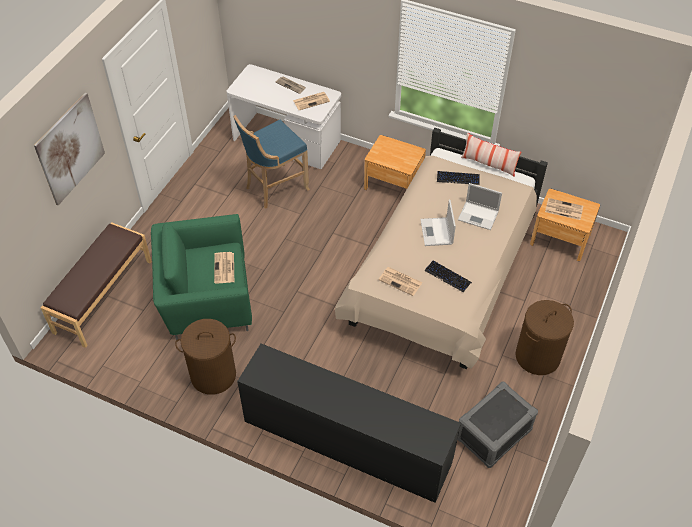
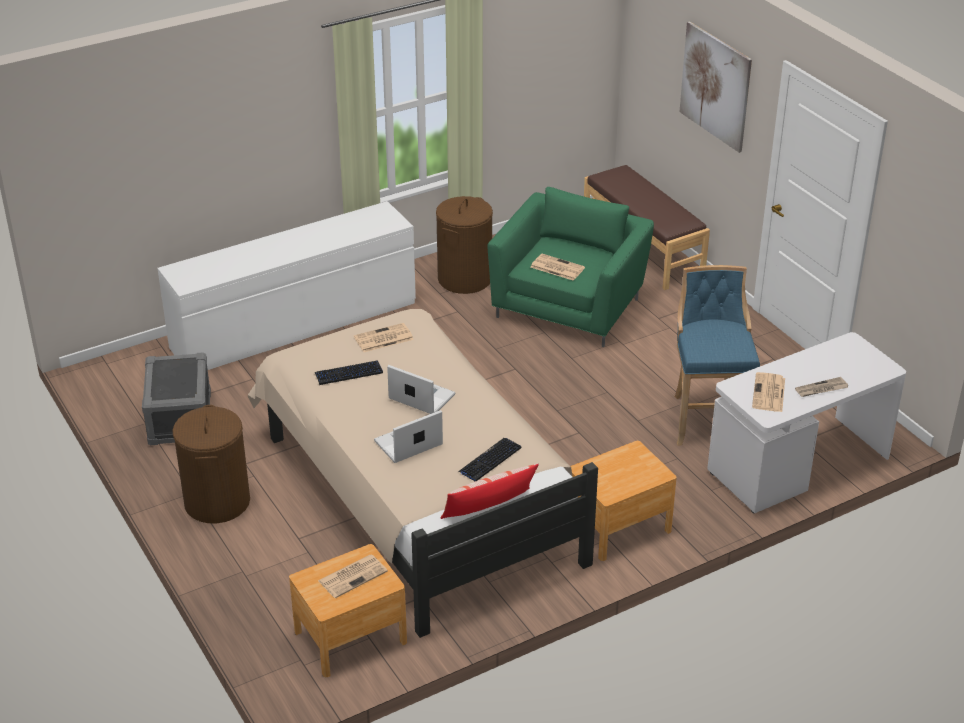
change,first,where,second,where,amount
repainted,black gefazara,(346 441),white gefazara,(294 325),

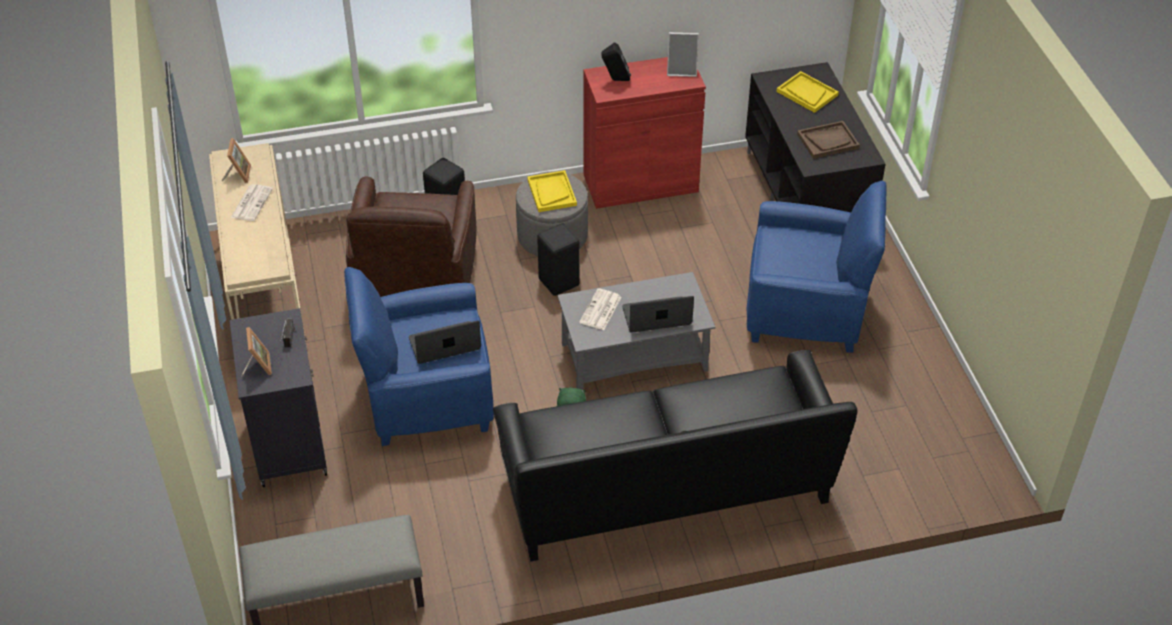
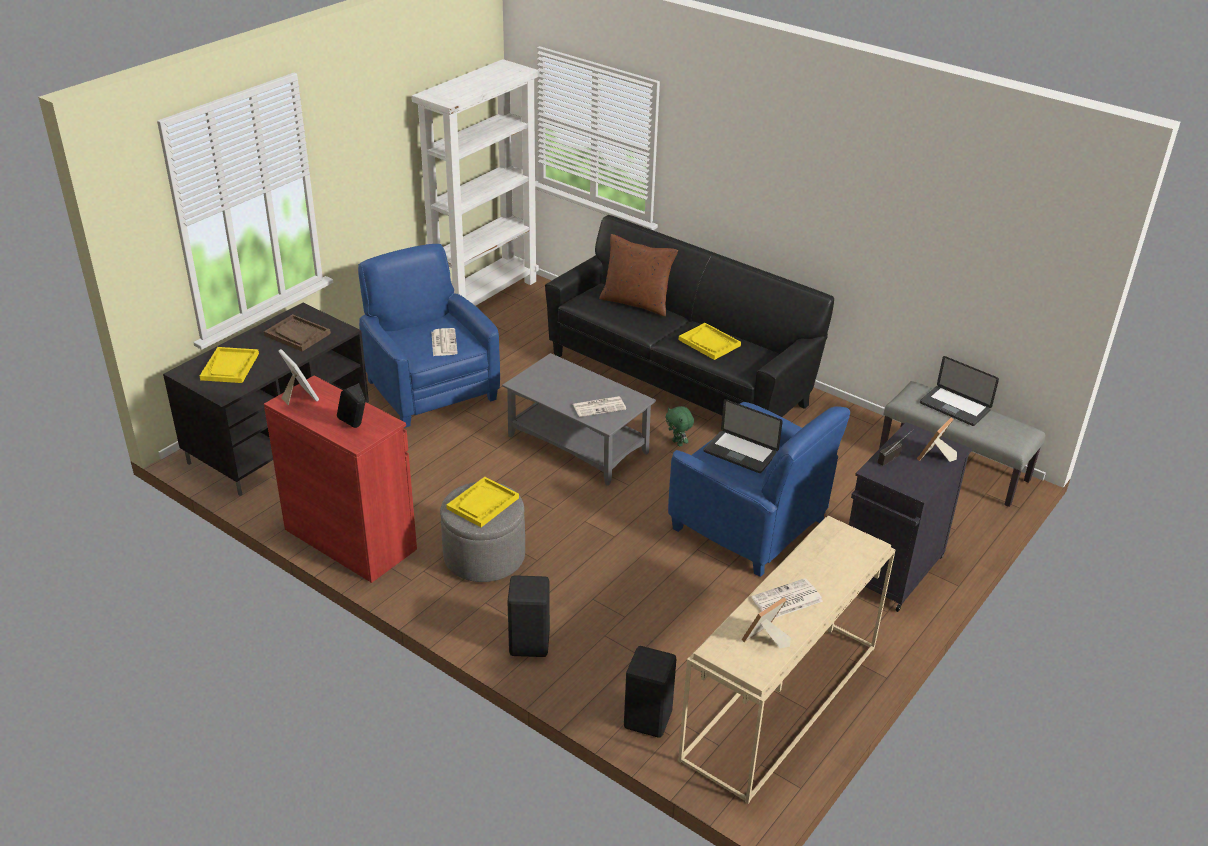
change,first,where,second,where,amount
gone,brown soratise,(416 280),,,
new,,,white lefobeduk,(485 296),
new,,,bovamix,(443 342),
new,,,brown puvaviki,(636 302),
new,,,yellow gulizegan,(709 343),
shifted,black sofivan,(560 282),,(647 718),
shifted,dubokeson,(656 316),,(954 407),

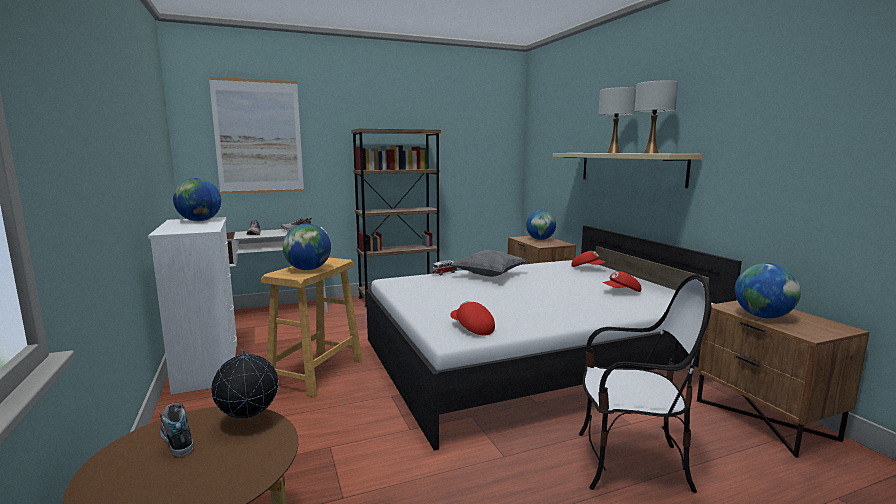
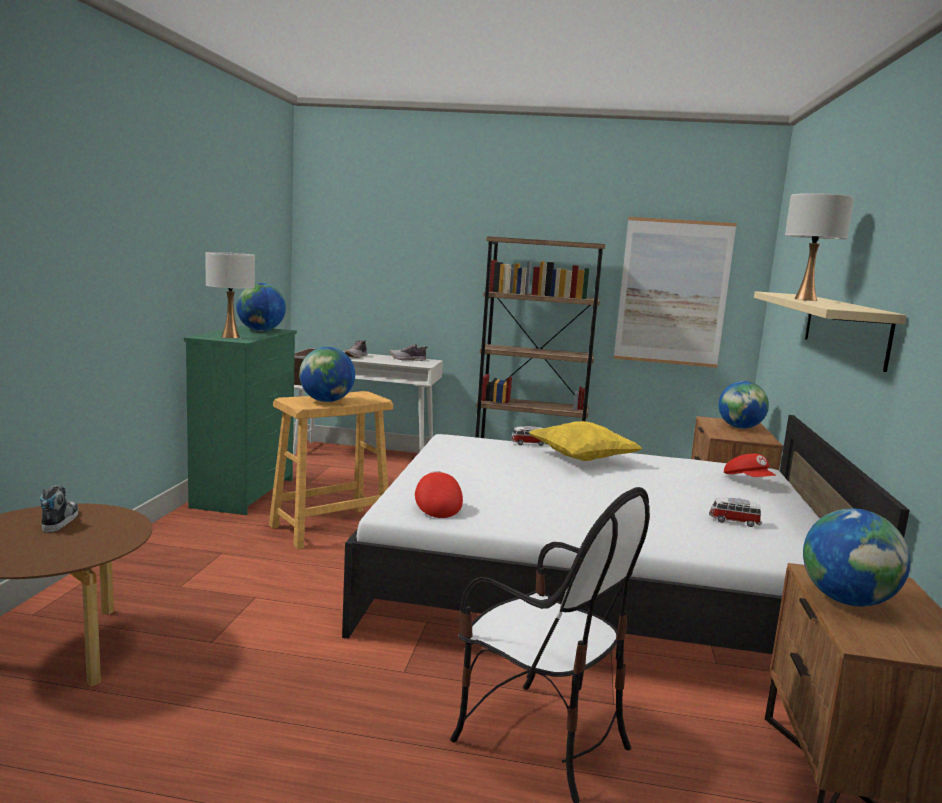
change,first,where,second,where,amount
gone,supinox,(249 421),,,
shifted,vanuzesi,(258 137),,(673 292),
shifted,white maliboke,(651 153),,(230 337),
swapped,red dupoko,(622 292),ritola,(733 521),
repainted,white gefazara,(208 366),green gefazara,(245 493),
repainted,grey puvaviki,(488 275),yellow puvaviki,(582 459),

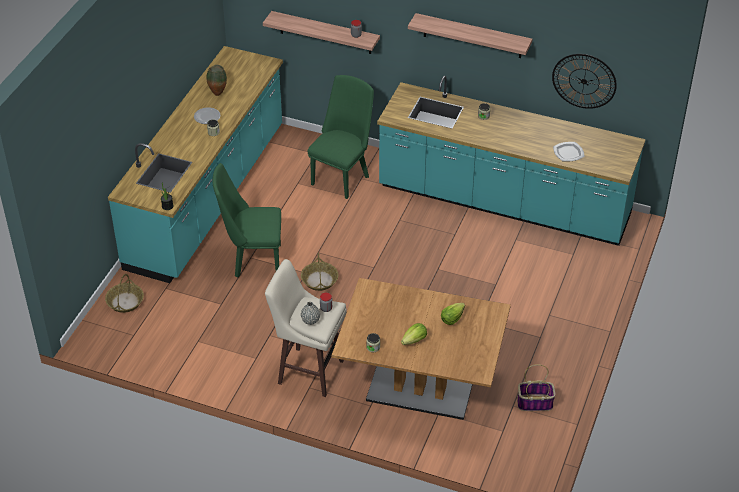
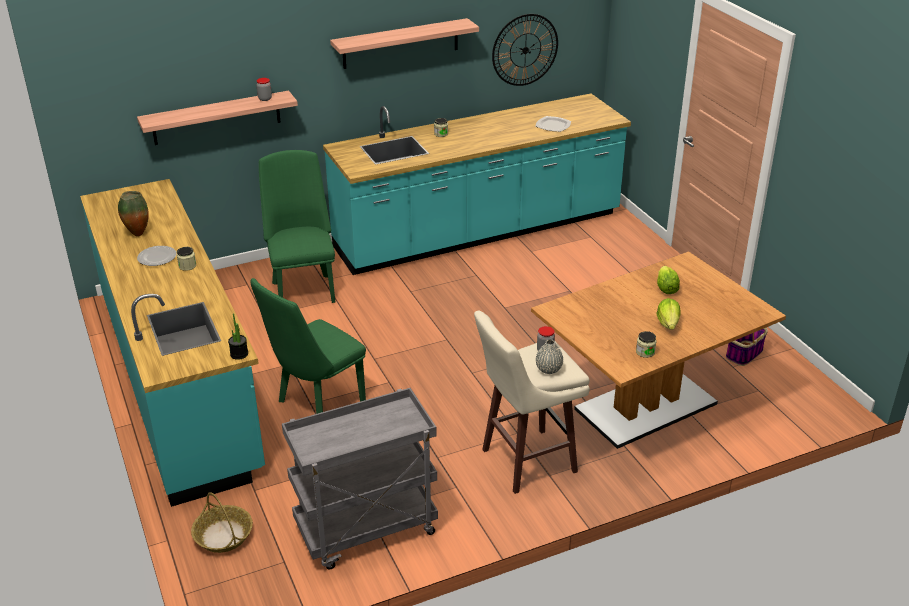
change,first,where,second,where,amount
gone,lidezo,(319 280),,,
new,,,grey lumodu,(366 531),

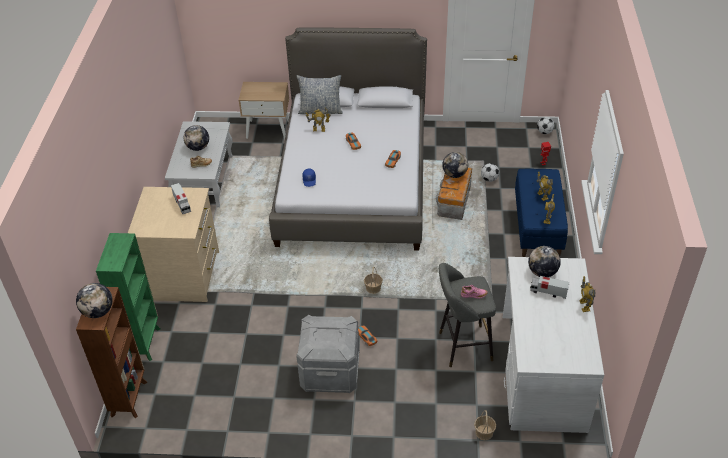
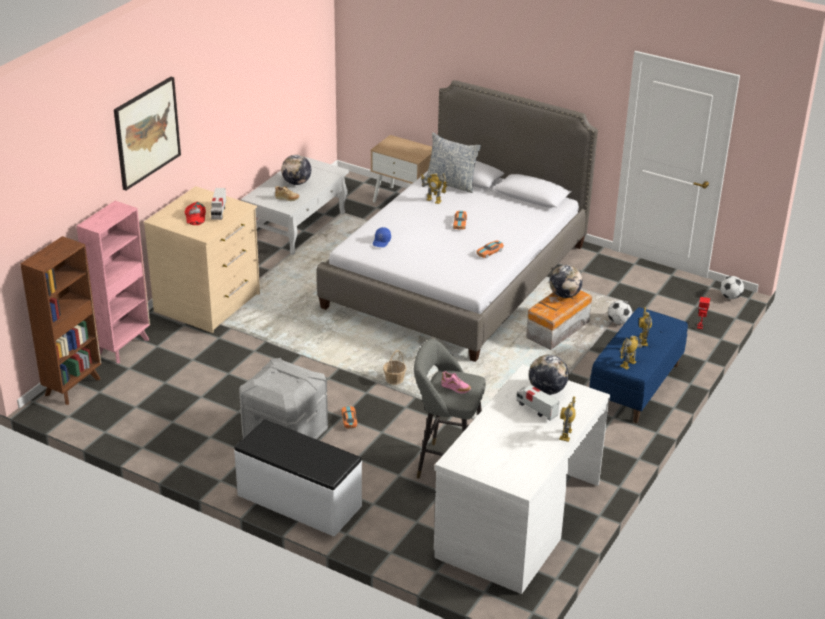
change,first,where,second,where,amount
gone,supinox,(98 312),,,
gone,lidezo,(484 432),,,
new,,,vanuzesi,(146 132),
new,,,red dupoko,(195 216),
new,,,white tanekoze,(299 501),
repainted,green lefobeduk,(144 342),pink lefobeduk,(124 346),

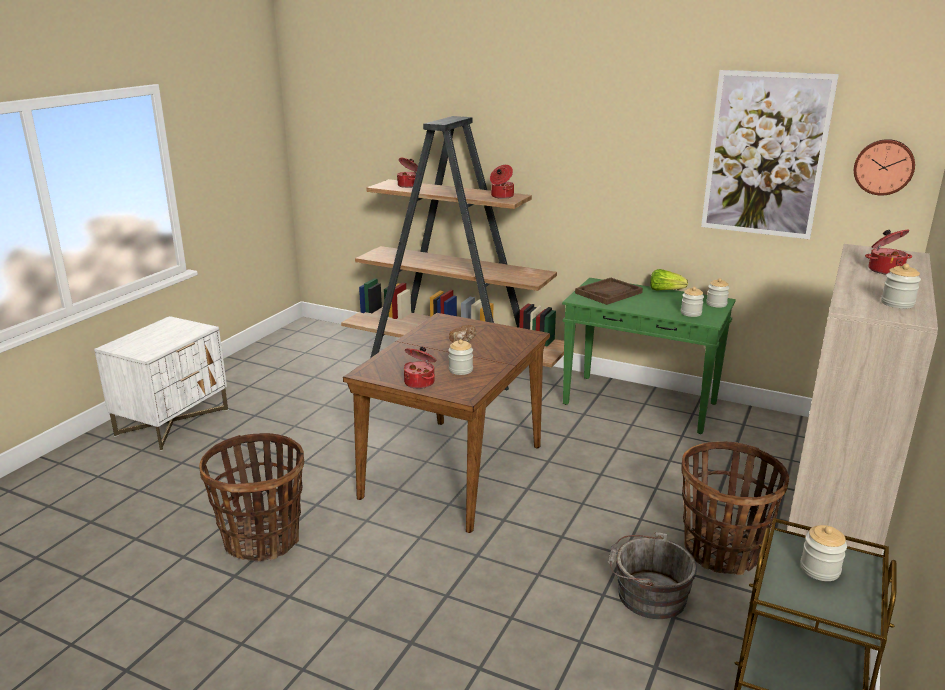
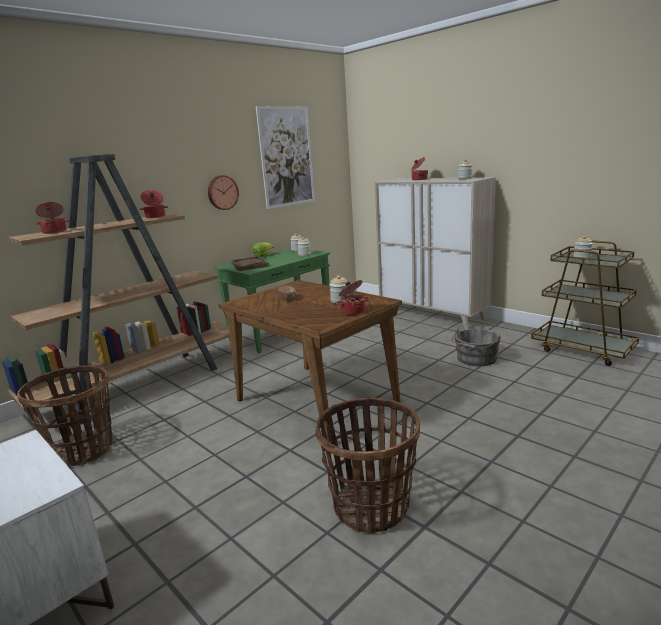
change,first,where,second,where,amount
shifted,lidezo,(722 551),,(82 450),
shifted,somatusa,(883 167),,(222 192),

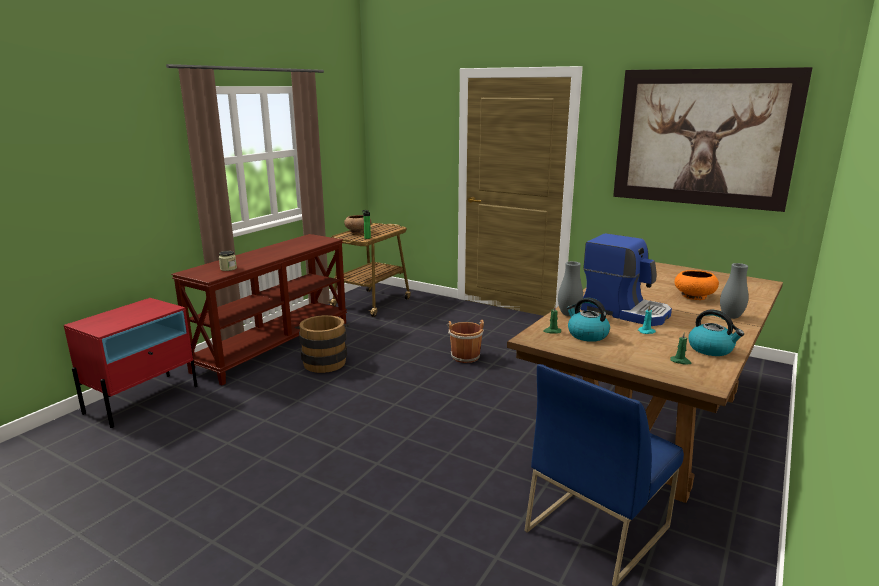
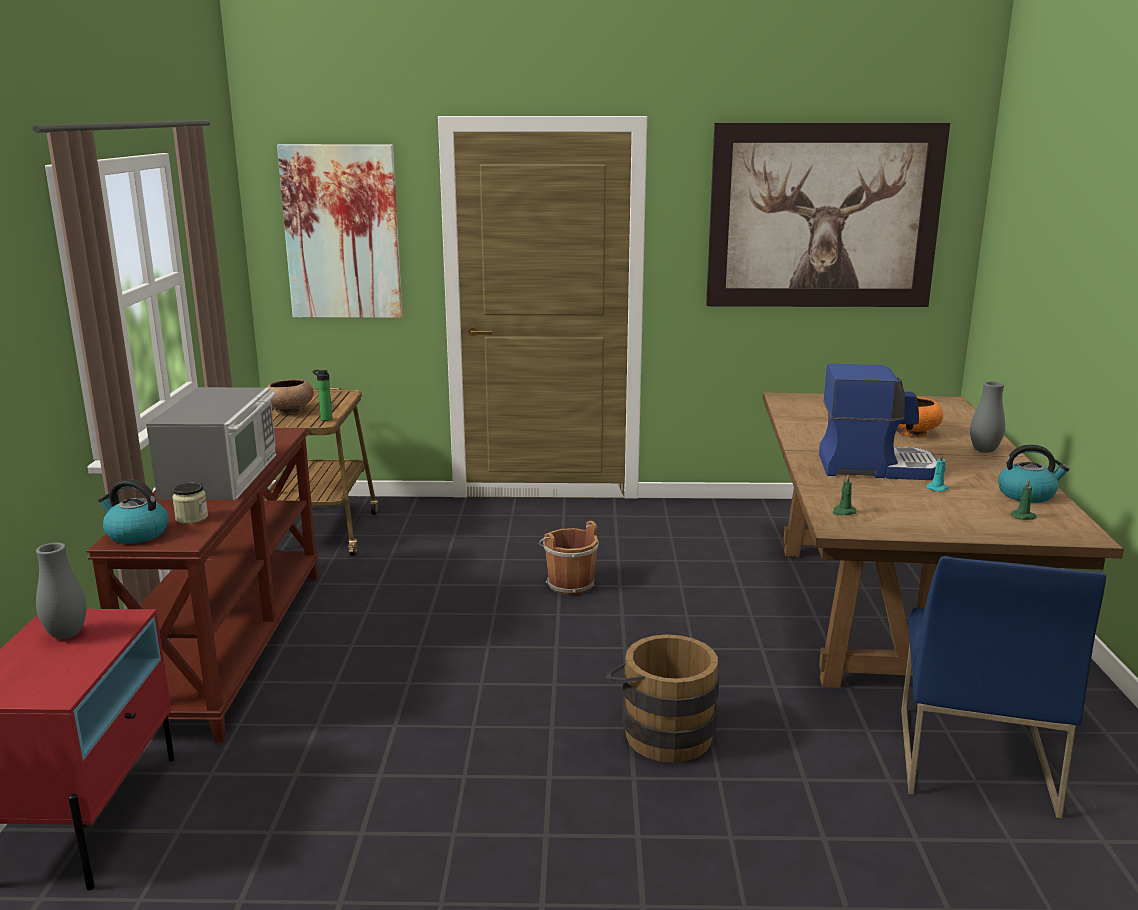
change,first,where,second,where,amount
new,,,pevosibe,(223 476),
new,,,vanuzesi,(342 232),
shifted,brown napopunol,(324 361),,(661 731),
shifted,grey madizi,(569 314),,(66 634),
shifted,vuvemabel,(587 335),,(136 534),

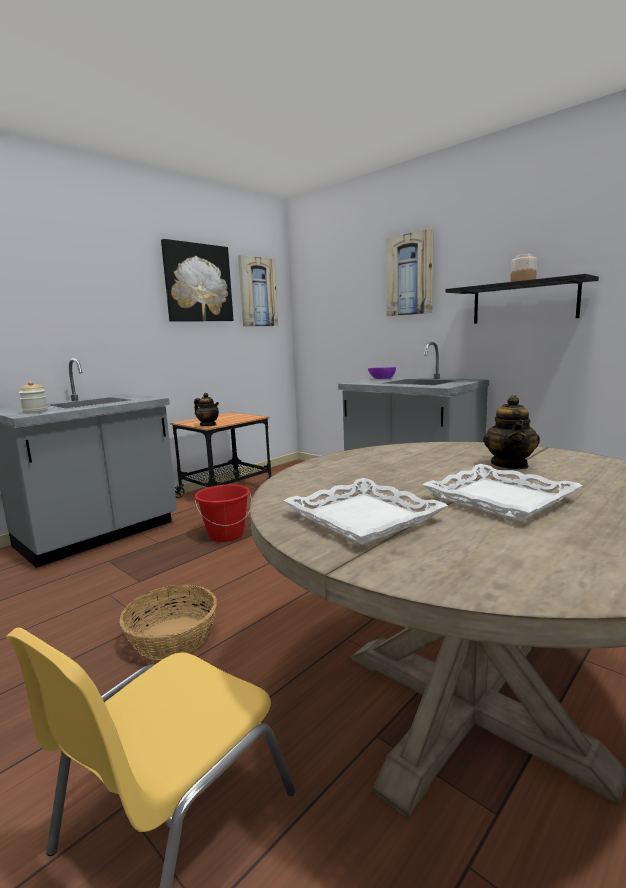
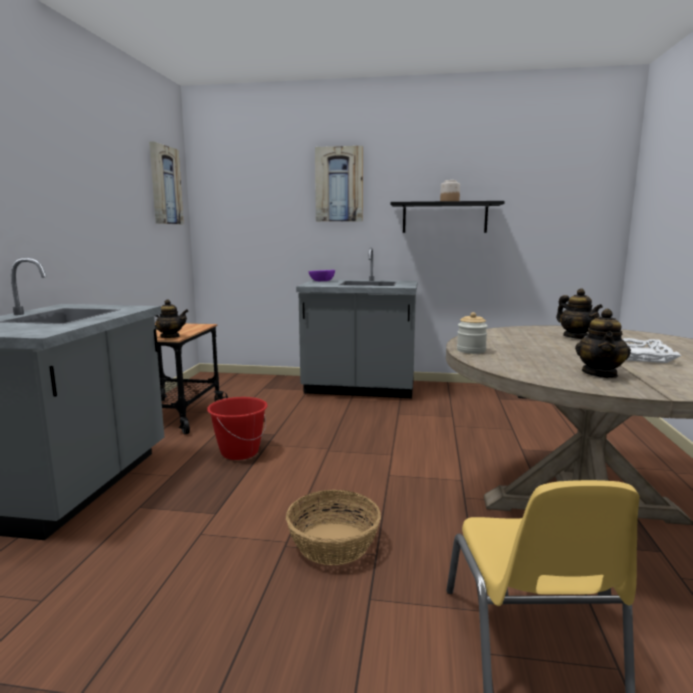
change,first,where,second,where,amount
gone,vanuzesi,(198 283),,,
shifted,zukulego,(35 412),,(471 350),
swapped,white gulizegan,(364 517),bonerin,(600 374),

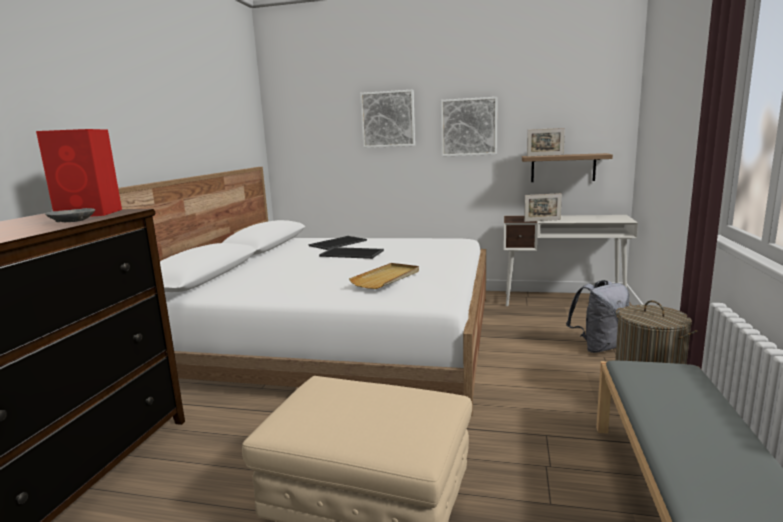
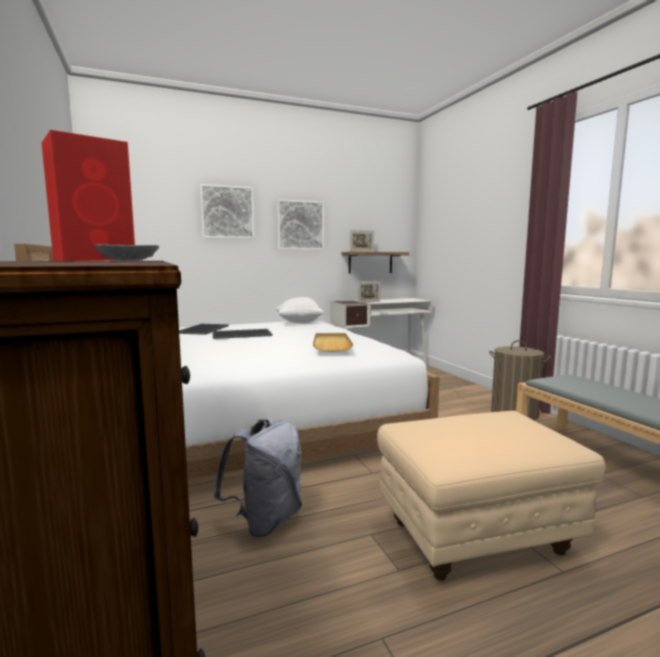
change,first,where,second,where,amount
new,,,white puvaviki,(299 323),
shifted,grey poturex,(599 347),,(265 521),

